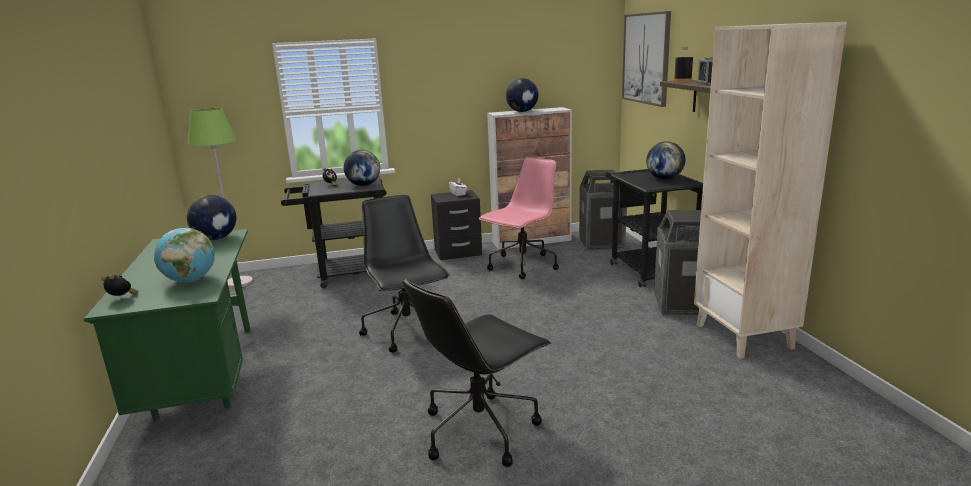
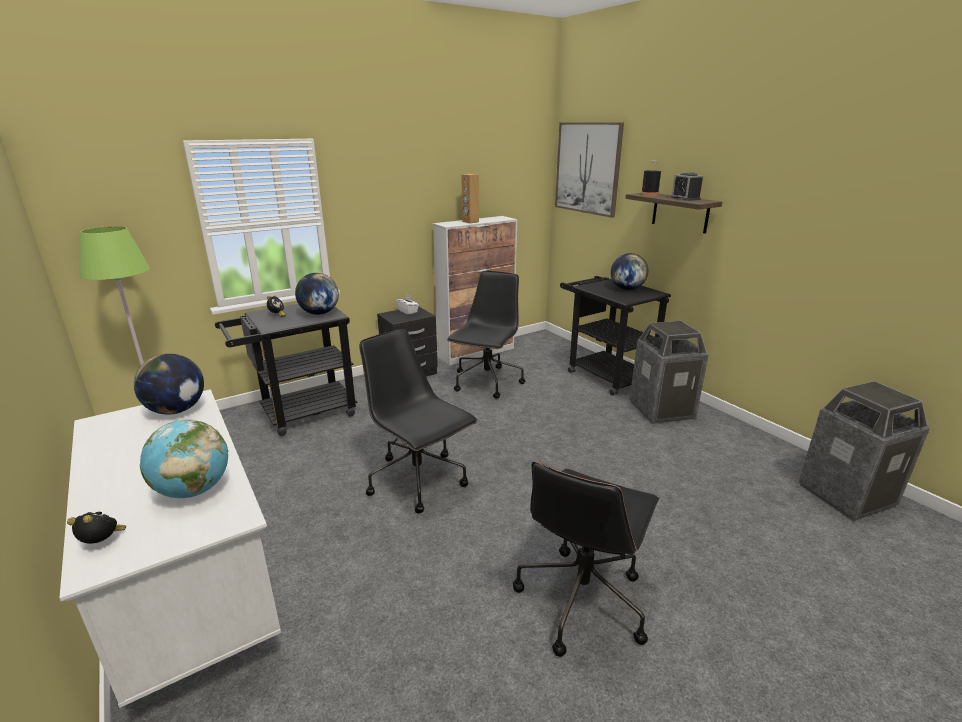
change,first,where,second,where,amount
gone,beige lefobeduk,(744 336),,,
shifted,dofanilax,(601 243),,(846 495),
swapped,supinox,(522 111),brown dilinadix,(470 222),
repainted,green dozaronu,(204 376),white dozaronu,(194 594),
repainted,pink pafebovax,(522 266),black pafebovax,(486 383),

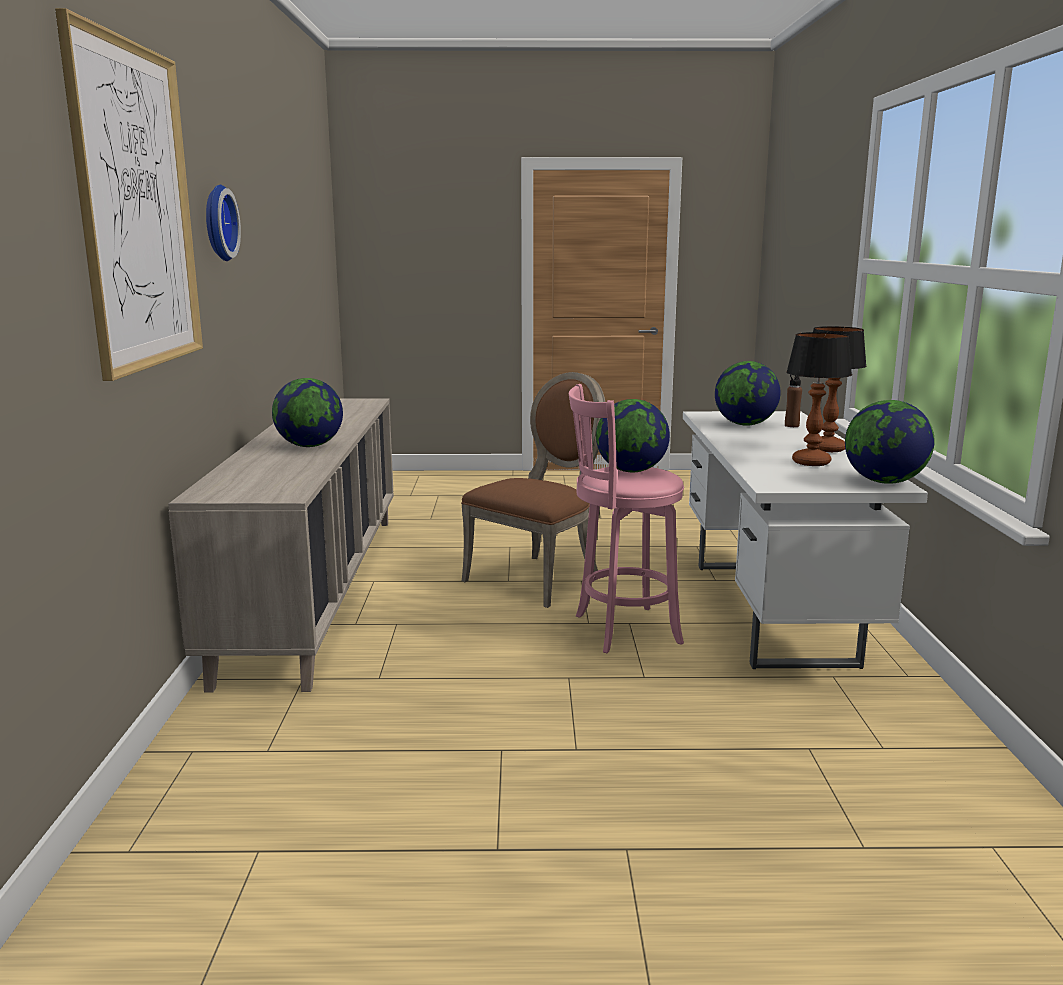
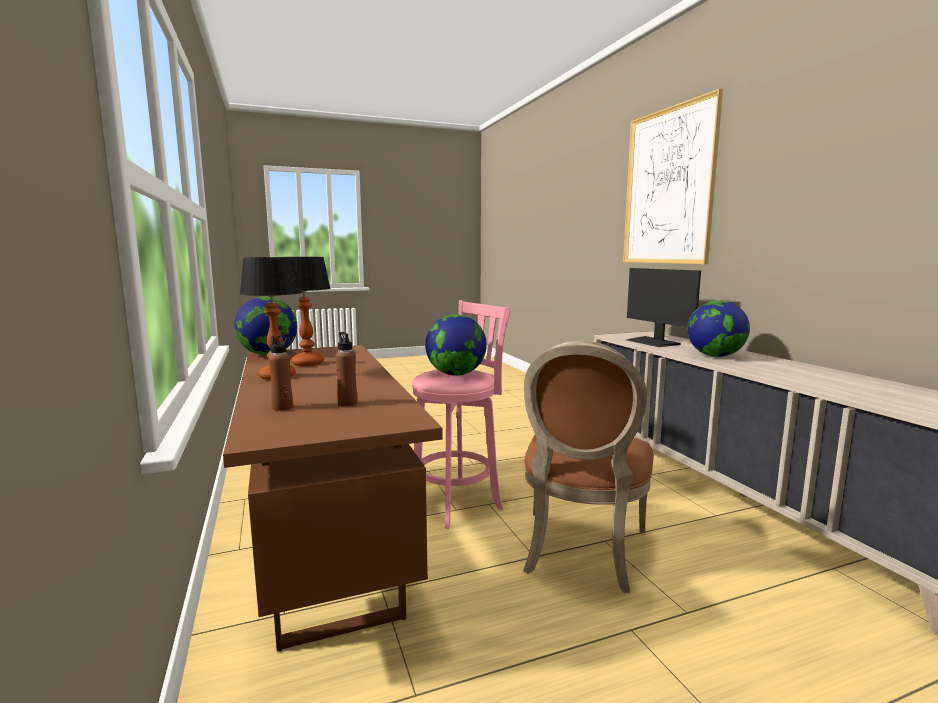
change,first,where,second,where,amount
gone,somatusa,(216 223),,,
new,,,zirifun,(653 342),
swapped,supinox,(745 424),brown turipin,(347 403),
repainted,white dozaronu,(772 611),brown dozaronu,(326 547),

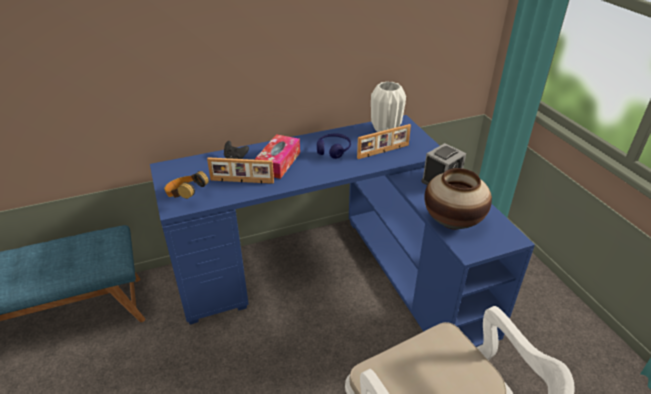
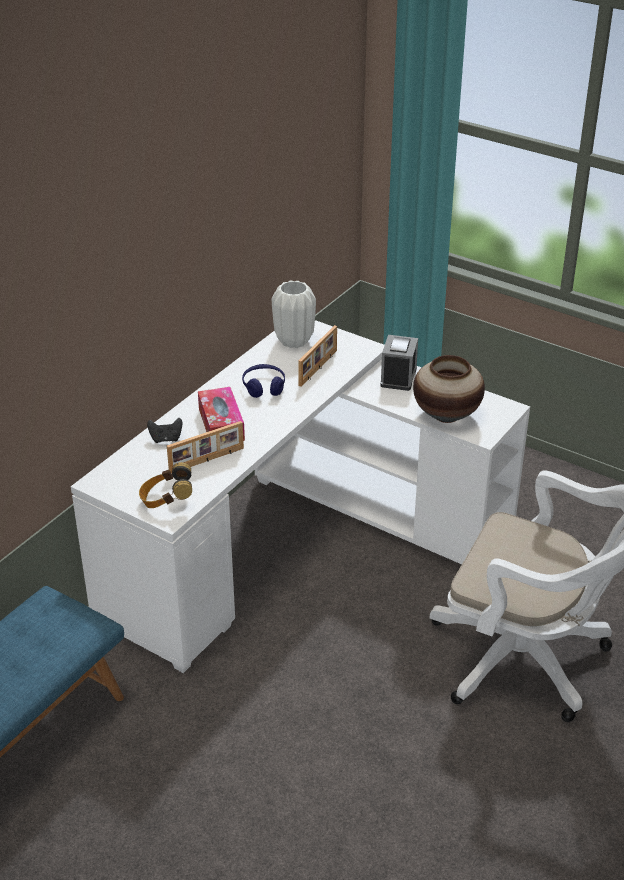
change,first,where,second,where,amount
repainted,blue dozaronu,(338 272),white dozaronu,(296 541),

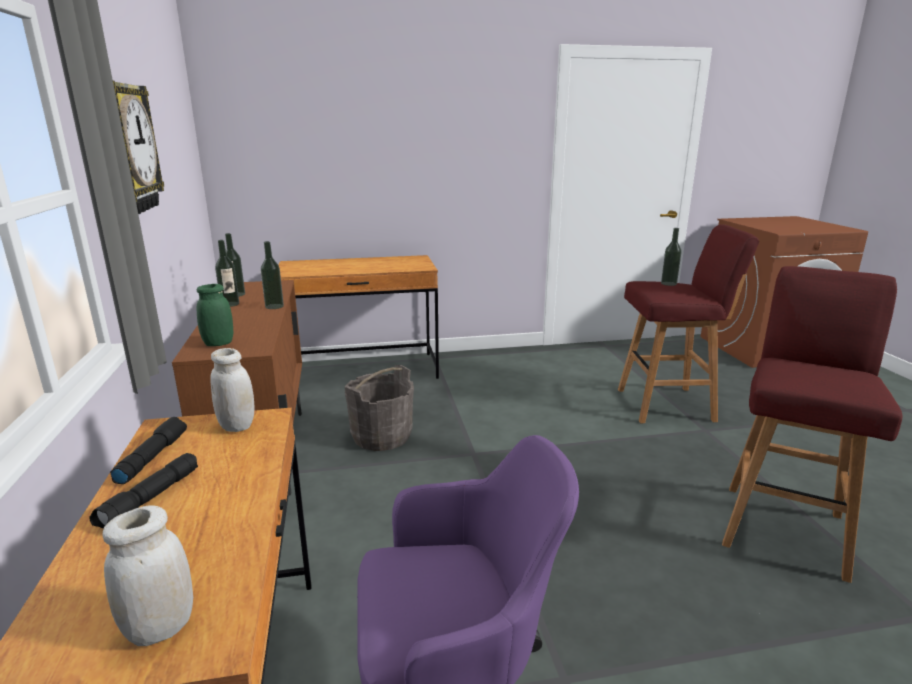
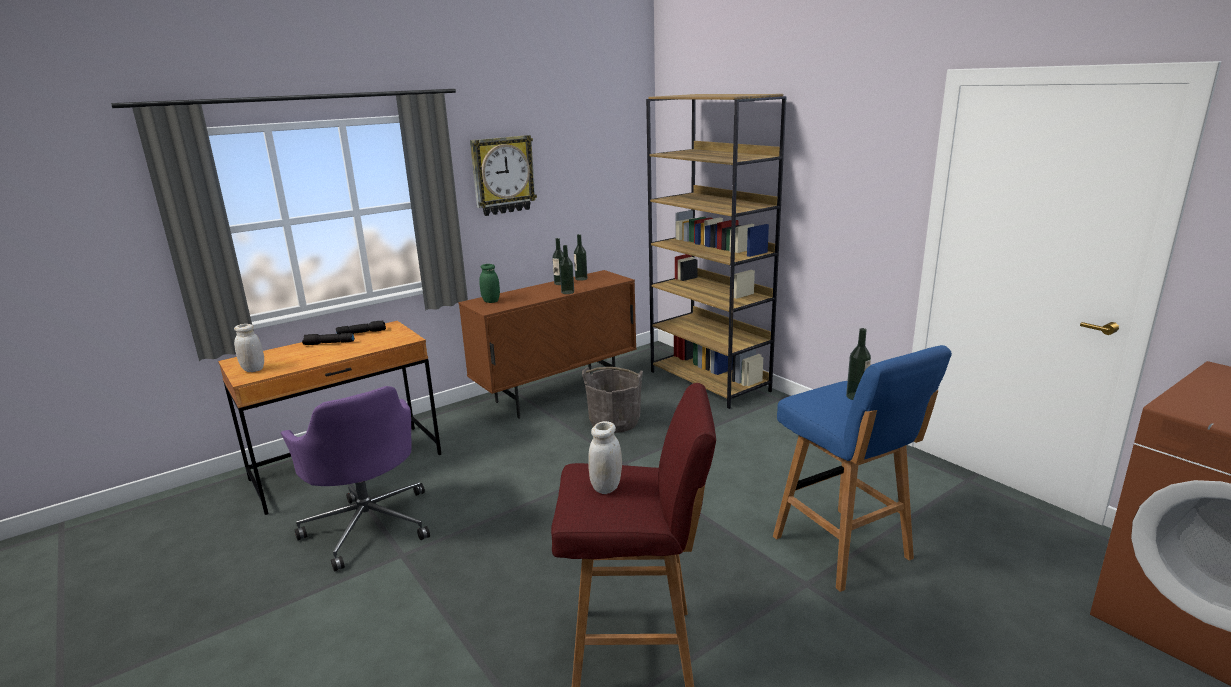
change,first,where,second,where,amount
shifted,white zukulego,(237 425),,(606 487),
swapped,brown dozaronu,(363 371),brown lefobeduk,(710 381),
repainted,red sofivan,(668 405),blue sofivan,(843 549),

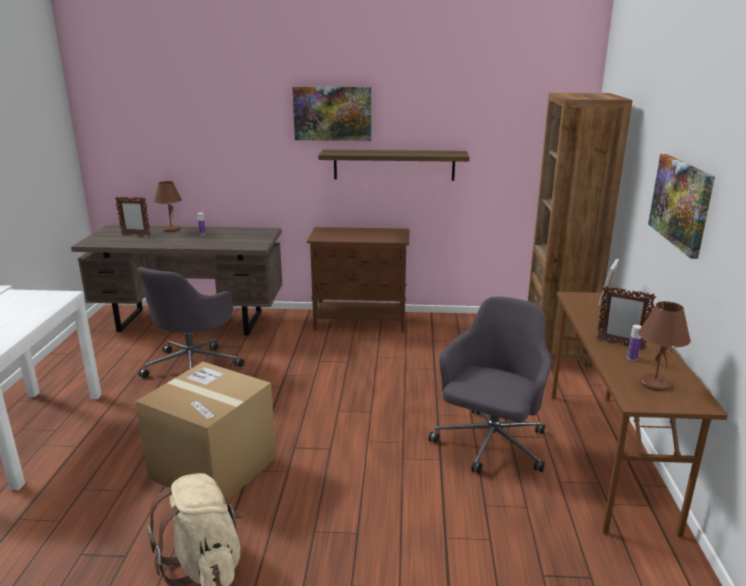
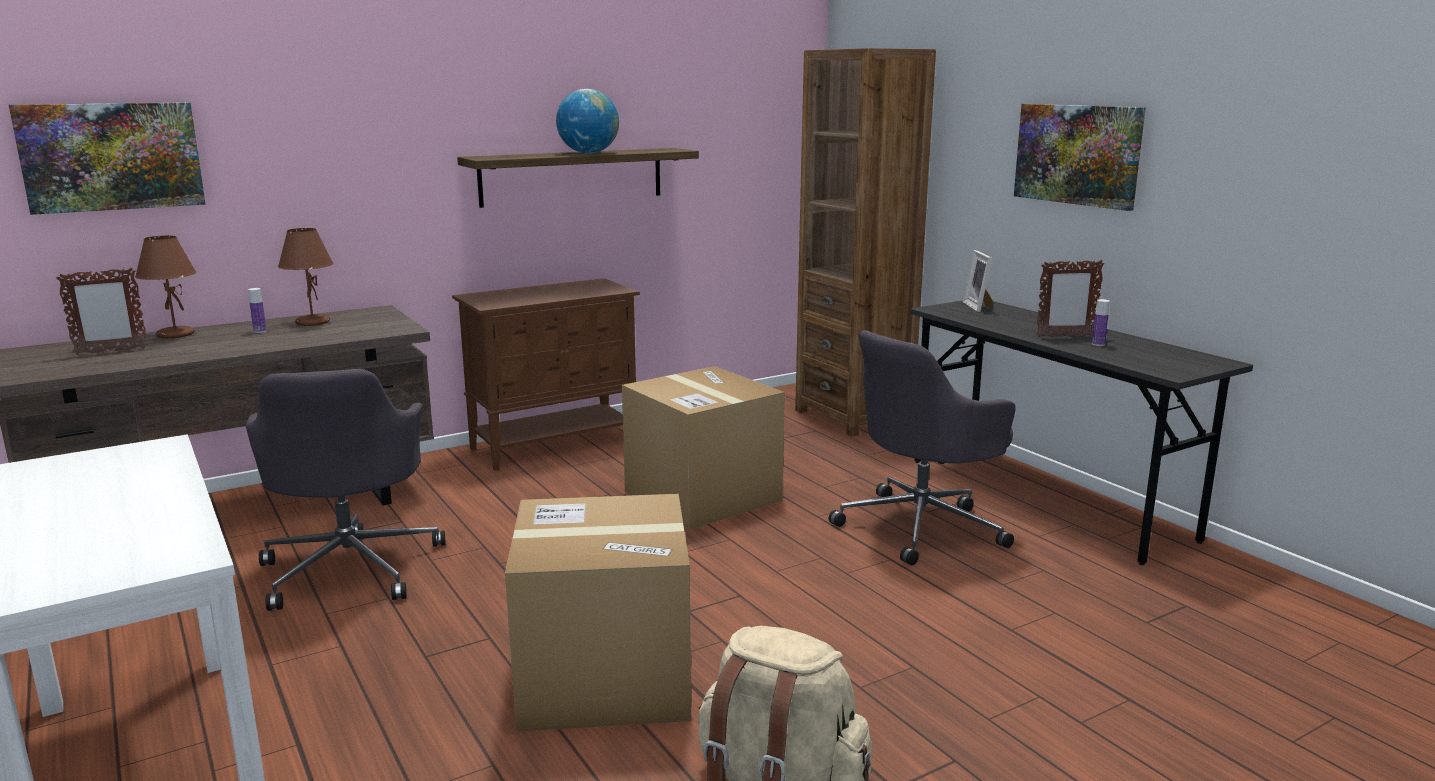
change,first,where,second,where,amount
new,,,supinox,(588 153),
new,,,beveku,(702 496),
shifted,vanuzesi,(332 113),,(111 156),
shifted,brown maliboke,(654 383),,(312 322),
repainted,brown dozaronu,(607 456),grey dozaronu,(1047 498),
rotated,grey pafebovax,(490 445),,(922 526),120 degrees counterclockwise

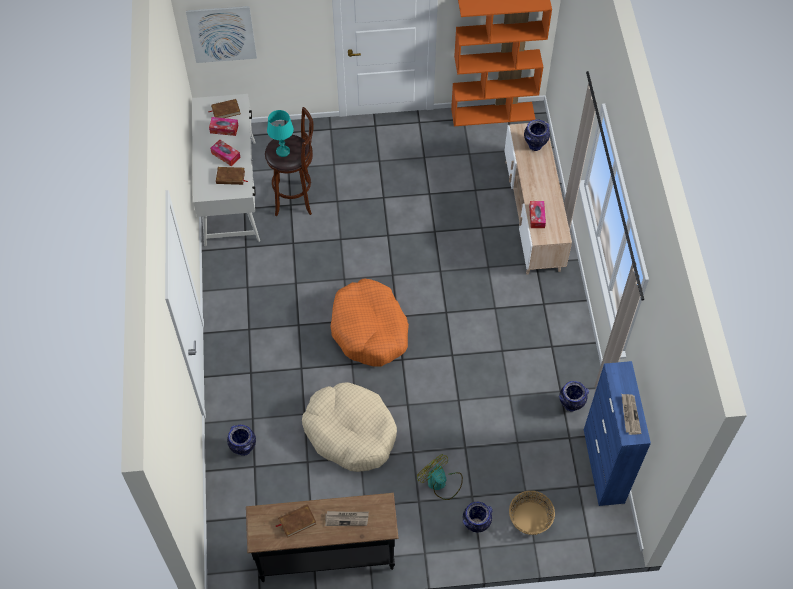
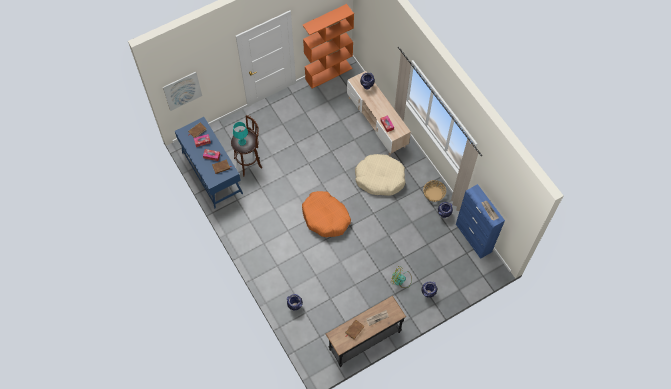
change,first,where,second,where,amount
shifted,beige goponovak,(350 432),,(380 178),
shifted,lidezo,(530 518),,(434 194),
repainted,white dozaronu,(230 192),blue dozaronu,(212 172),

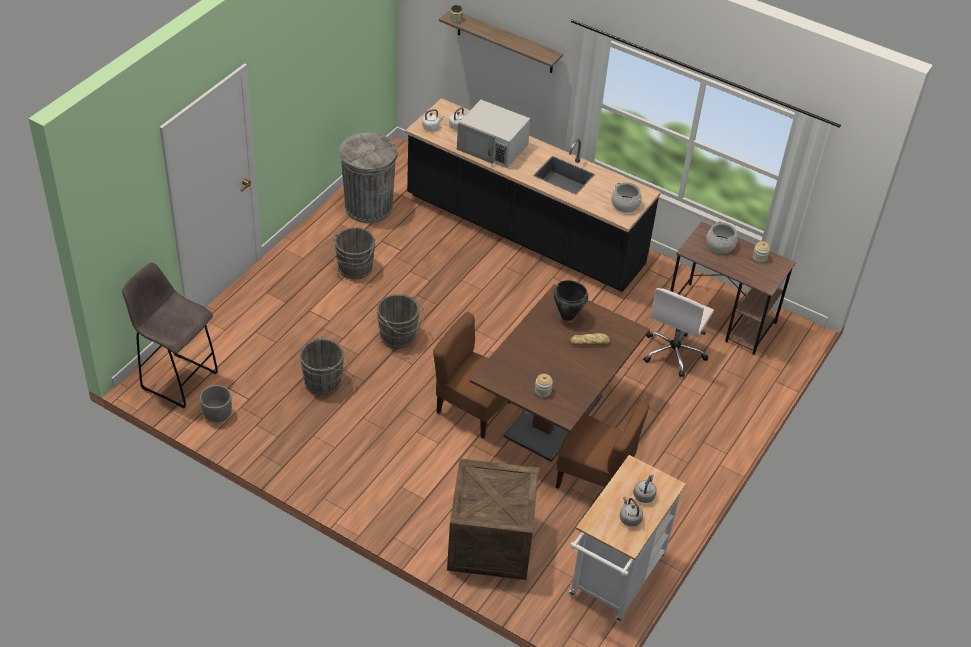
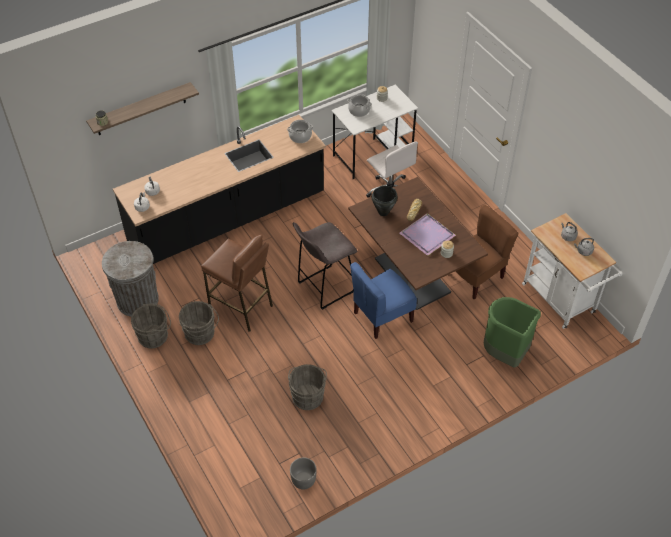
change,first,where,second,where,amount
gone,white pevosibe,(493 147),,,
new,,,brown sofivan,(241 308),
new,,,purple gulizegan,(427 236),
shifted,grey sofivan,(177 379),,(324 288),
shifted,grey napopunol,(399 337),,(155 336),
swapped,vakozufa,(489 543),green dofanilax,(504 354),
repainted,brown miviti,(472 409),blue miviti,(382 316),
repainted,brown dozaronu,(721 319),white dozaronu,(373 154),

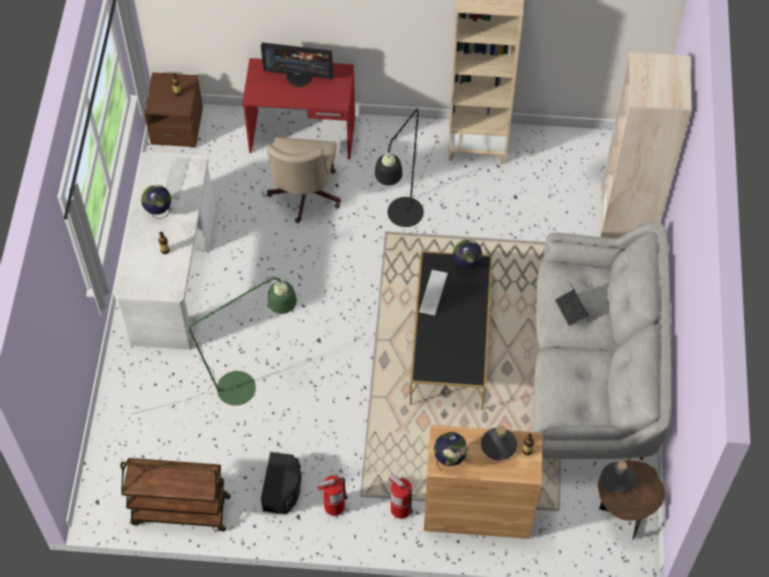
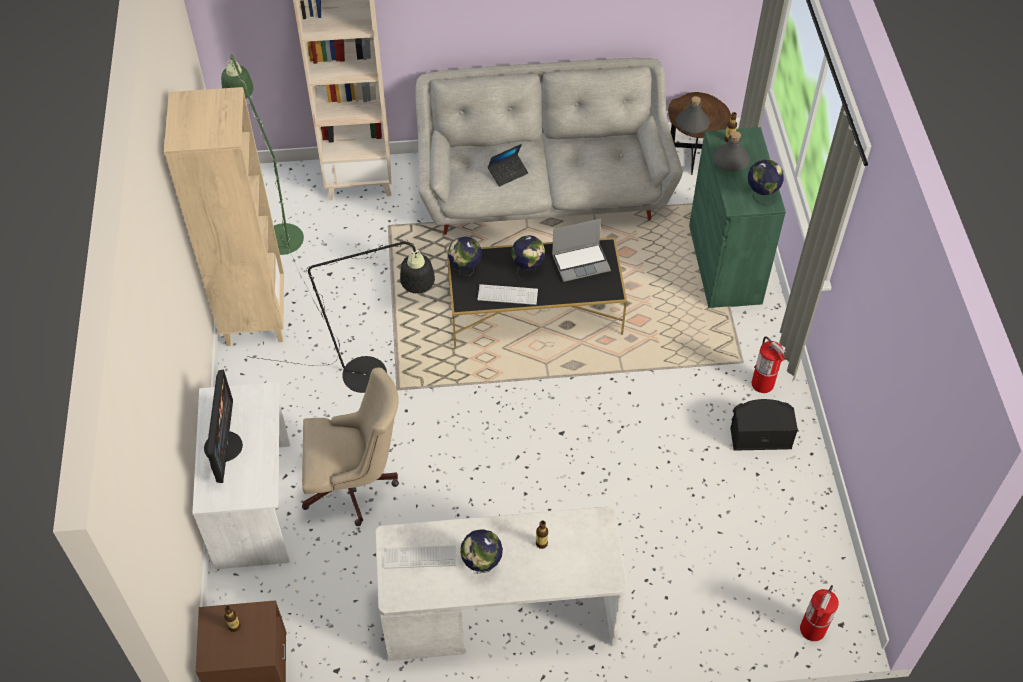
change,first,where,second,where,amount
gone,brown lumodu,(180 511),,,
new,,,supinox,(528 269),
new,,,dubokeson,(581 262),
shifted,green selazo,(246 385),,(278 231),
shifted,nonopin,(400 509),,(812 630),
repainted,red dozaronu,(302 136),white dozaronu,(255 503),
repainted,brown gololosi,(477 510),green gololosi,(724 264),

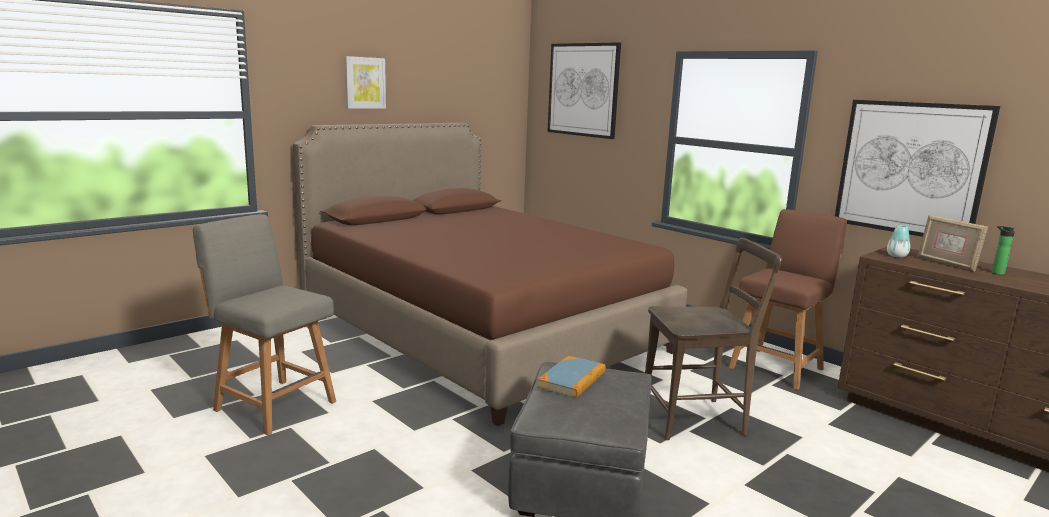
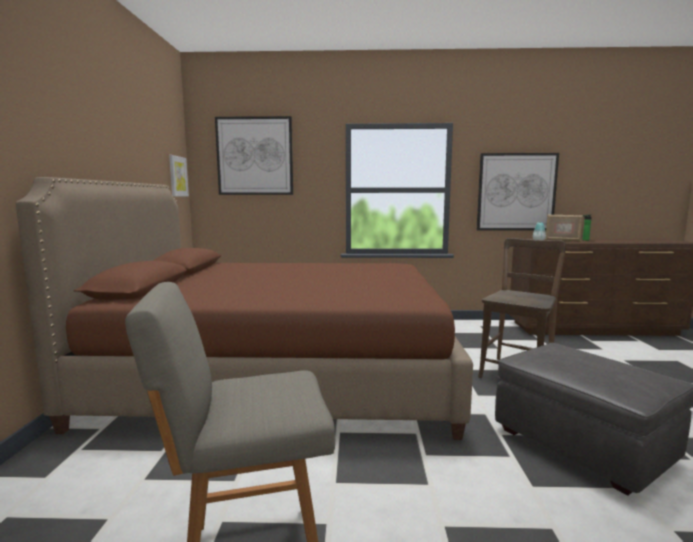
change,first,where,second,where,amount
gone,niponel,(572 380),,,
gone,brown miviti,(777 367),,,
shifted,vanuzesi,(364 83),,(177 176),

